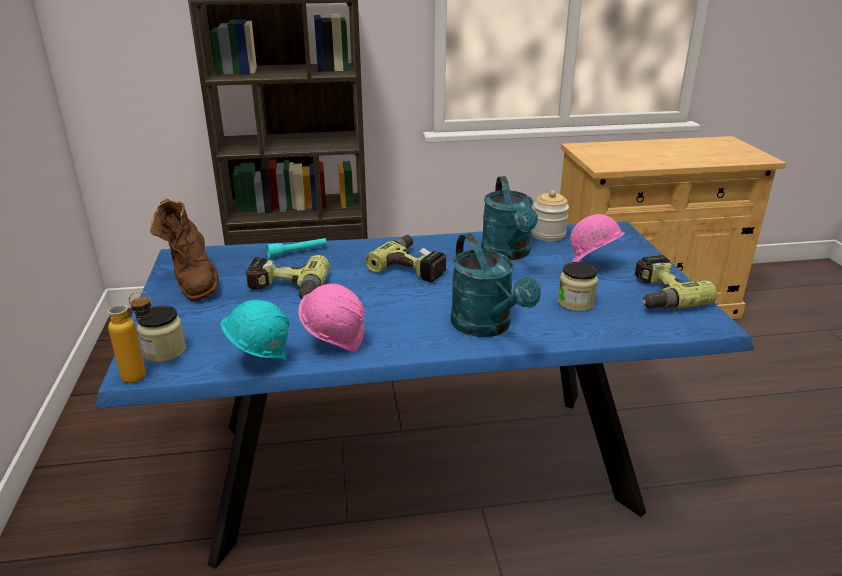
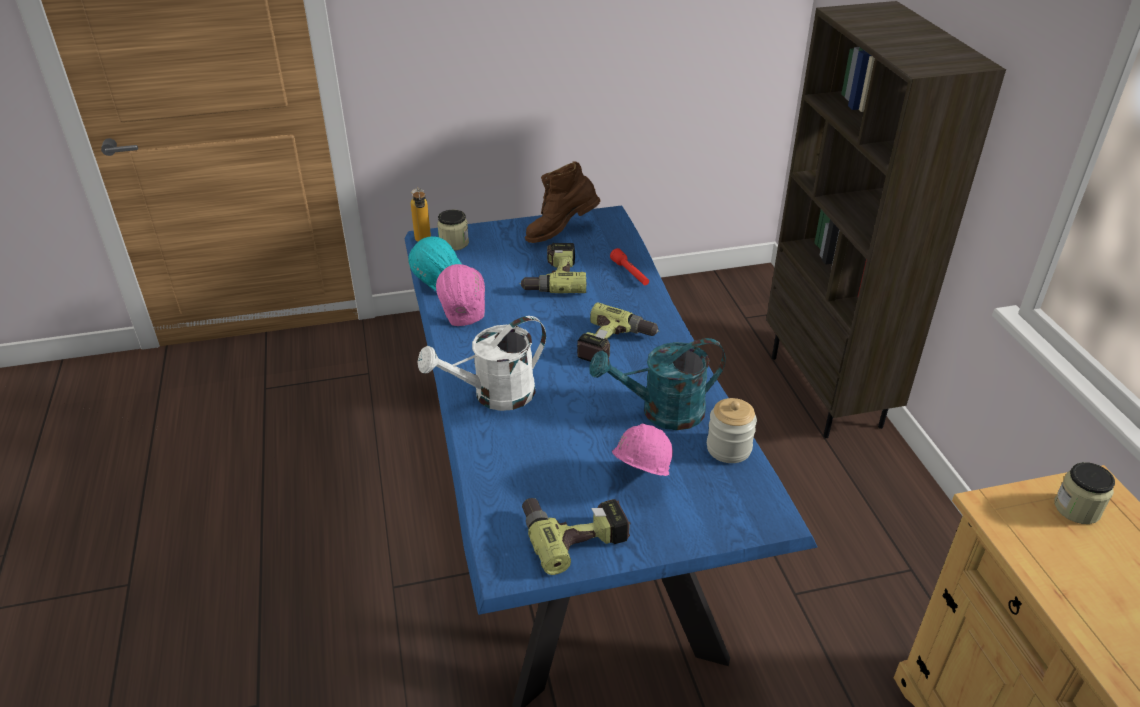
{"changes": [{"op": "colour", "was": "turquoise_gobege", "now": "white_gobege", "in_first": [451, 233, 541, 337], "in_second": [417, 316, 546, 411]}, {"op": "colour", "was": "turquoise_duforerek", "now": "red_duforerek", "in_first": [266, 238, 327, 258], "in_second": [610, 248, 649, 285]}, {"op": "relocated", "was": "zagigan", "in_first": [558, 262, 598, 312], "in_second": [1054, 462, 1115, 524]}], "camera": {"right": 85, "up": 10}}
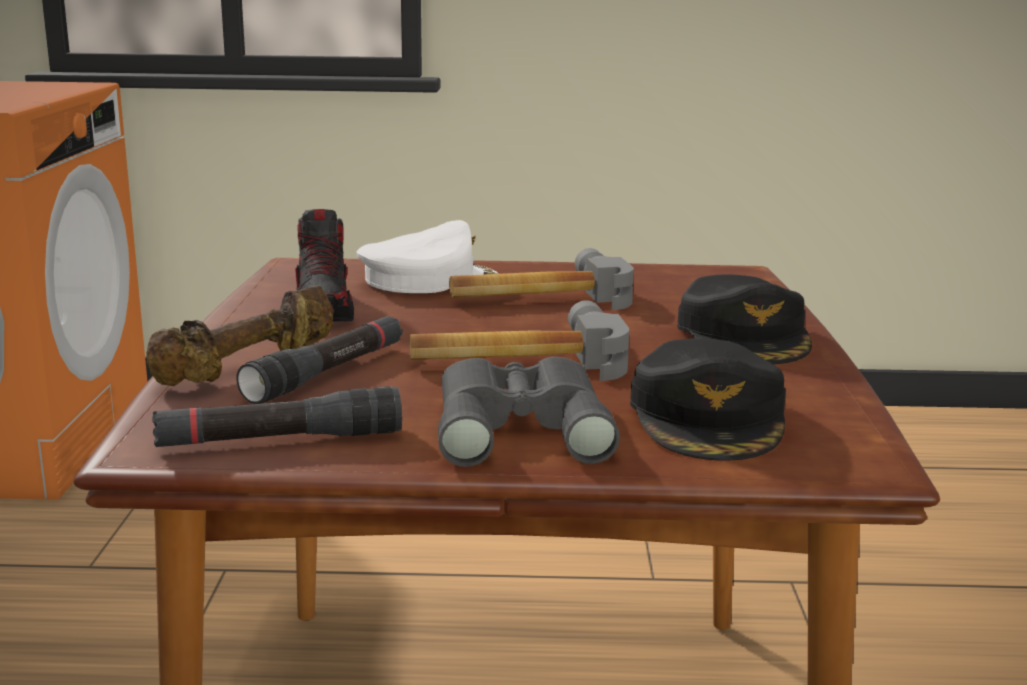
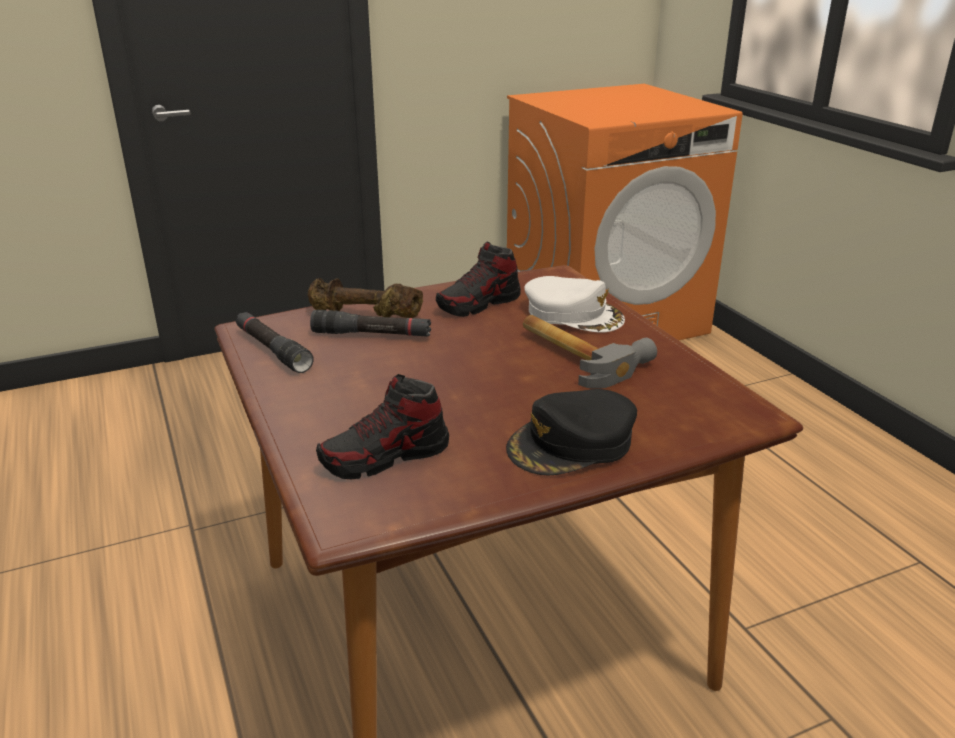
{"changes": [{"op": "exchanged", "was": "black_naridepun", "now": "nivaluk", "in_first": [630, 338, 786, 461], "in_second": [316, 374, 449, 480]}, {"op": "missing", "was": "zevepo", "in_first": [410, 300, 629, 381]}, {"op": "missing", "was": "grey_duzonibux", "in_first": [438, 357, 620, 467]}], "camera": {"right": 65, "up": 10}}
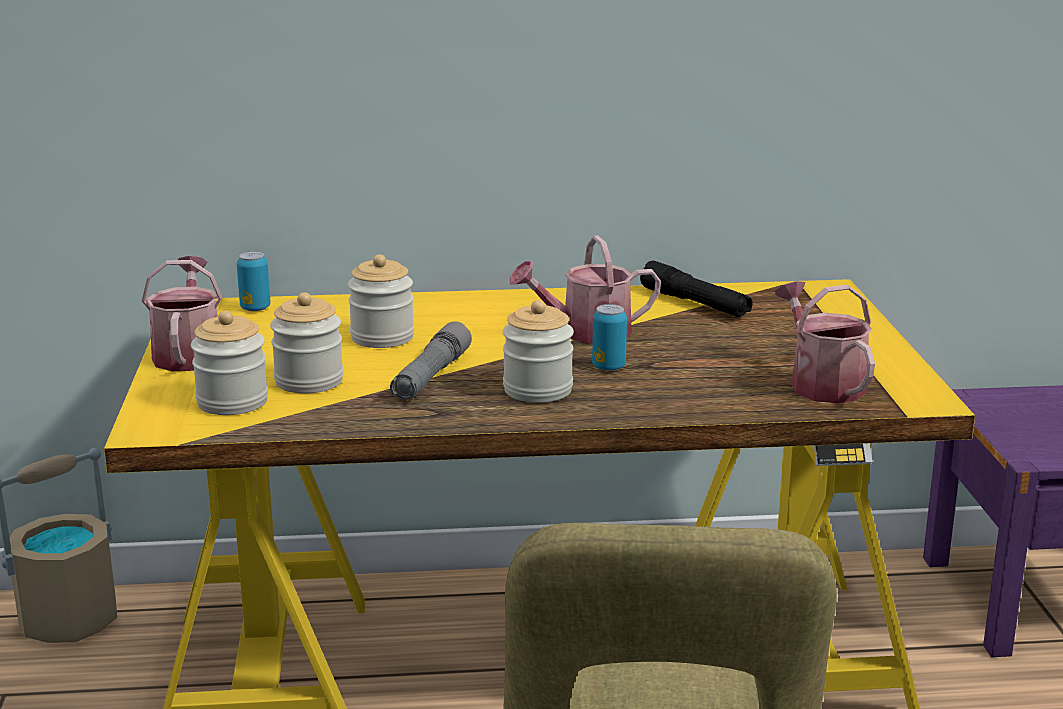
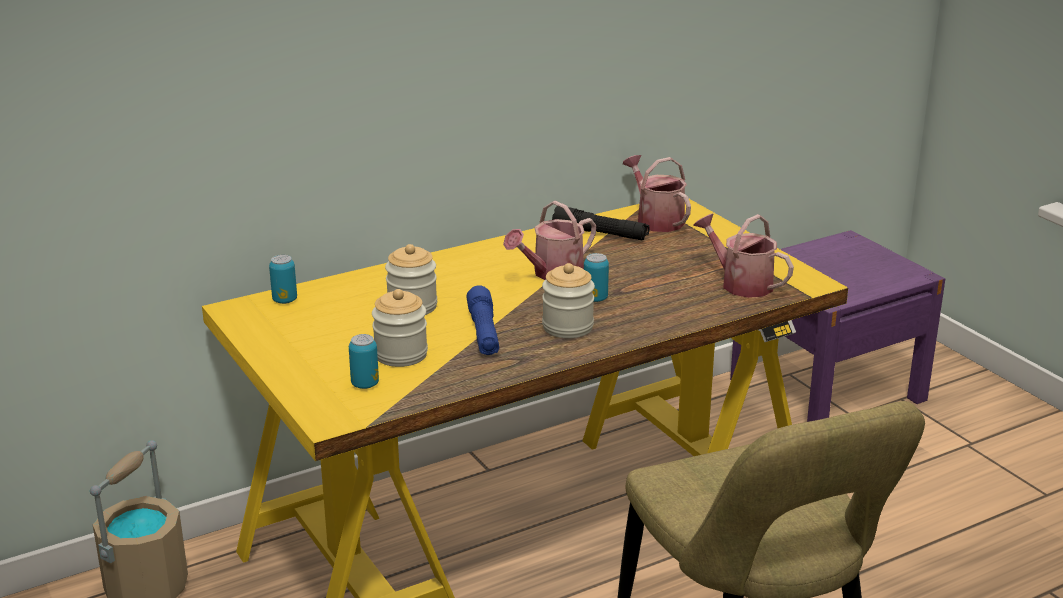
{"changes": [{"op": "exchanged", "was": "zagigan", "now": "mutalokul", "in_first": [191, 311, 268, 415], "in_second": [349, 334, 379, 389]}, {"op": "colour", "was": "grey_duforerek", "now": "blue_duforerek", "in_first": [390, 321, 472, 400], "in_second": [466, 285, 499, 355]}, {"op": "relocated", "was": "gobege", "in_first": [142, 256, 222, 371], "in_second": [623, 155, 691, 232]}], "camera": {"right": -25, "up": 5}}
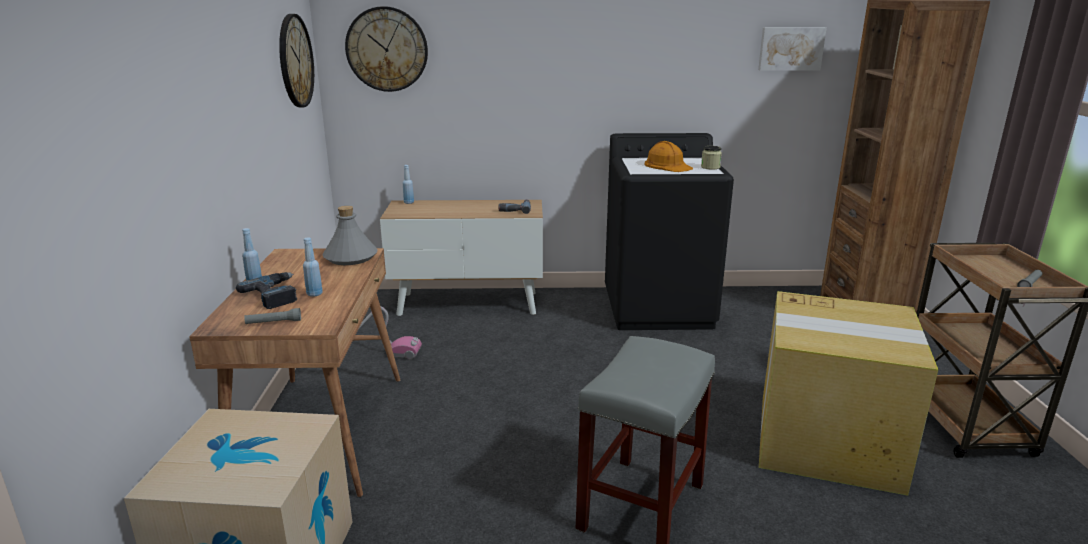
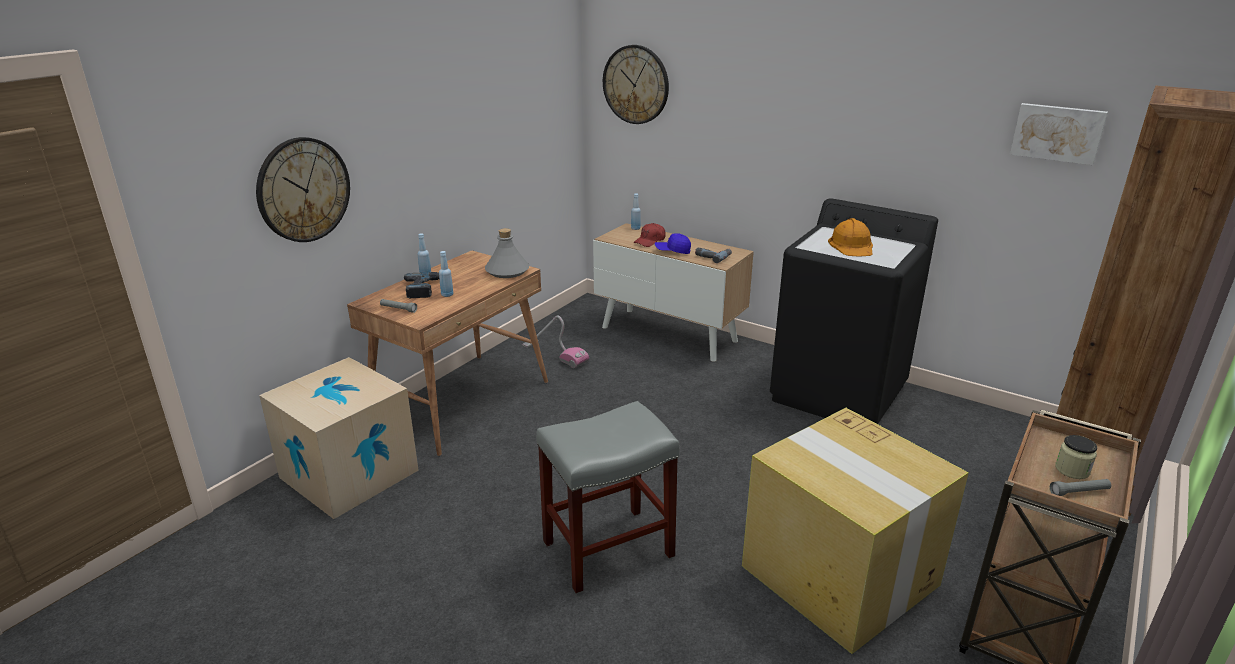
{"changes": [{"op": "relocated", "was": "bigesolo", "in_first": [279, 14, 314, 107], "in_second": [256, 137, 350, 242]}, {"op": "appeared", "now": "red_naridepun", "in_second": [633, 223, 666, 247]}, {"op": "appeared", "now": "blue_naridepun", "in_second": [655, 233, 691, 254]}, {"op": "relocated", "was": "zagigan", "in_first": [701, 146, 722, 169], "in_second": [1055, 435, 1097, 479]}], "camera": {"right": 35, "up": 5}}
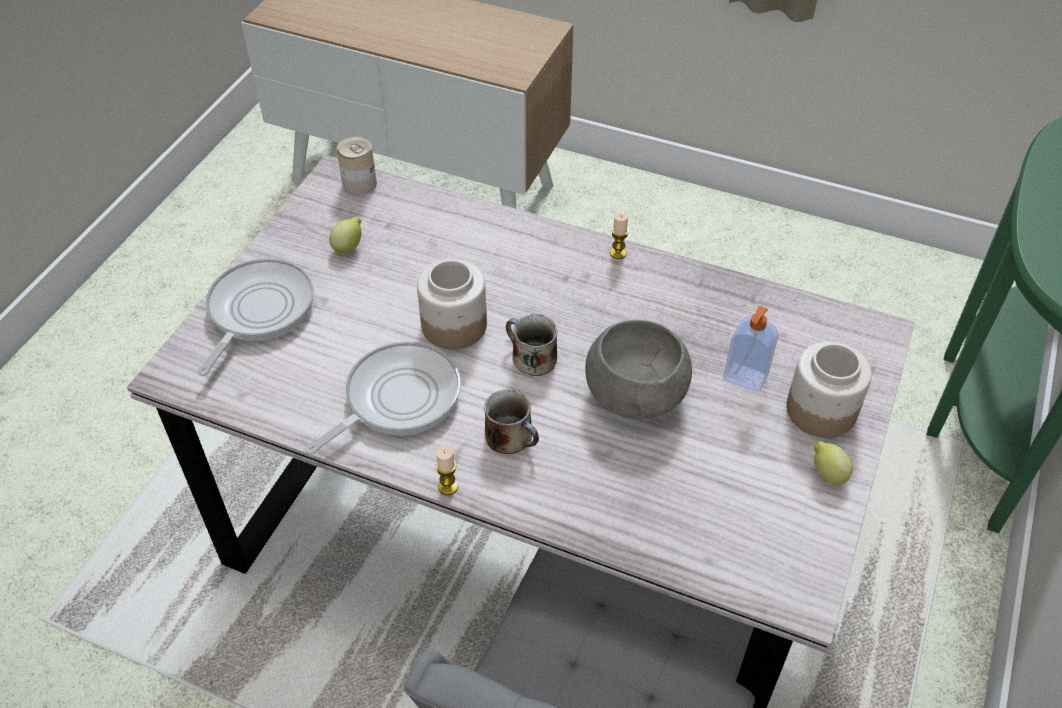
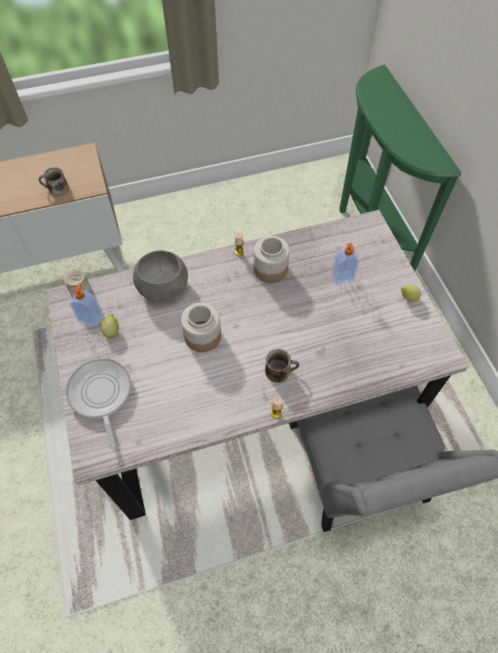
{"changes": [{"op": "relocated", "was": "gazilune", "in_first": [506, 314, 557, 376], "in_second": [39, 167, 69, 196]}, {"op": "appeared", "now": "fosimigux", "in_second": [70, 282, 103, 326]}, {"op": "relocated", "was": "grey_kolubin", "in_first": [586, 320, 692, 419], "in_second": [133, 250, 188, 302]}, {"op": "relocated", "was": "zagigan", "in_first": [786, 341, 872, 438], "in_second": [254, 236, 290, 283]}, {"op": "missing", "was": "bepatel", "in_first": [305, 341, 461, 455]}], "camera": {"right": -40, "up": 10}}
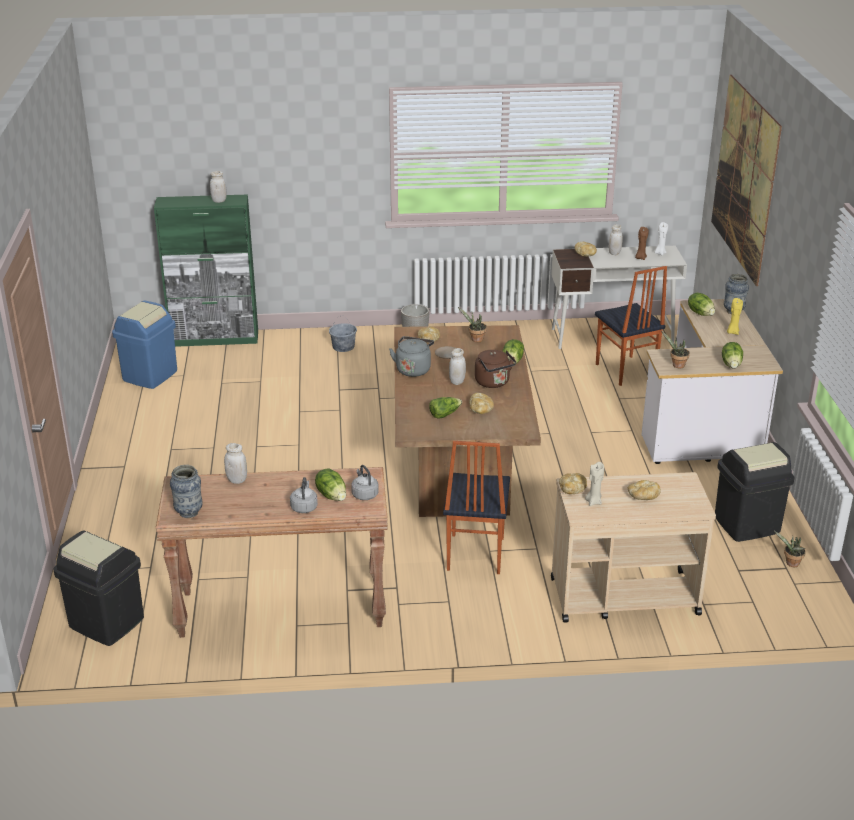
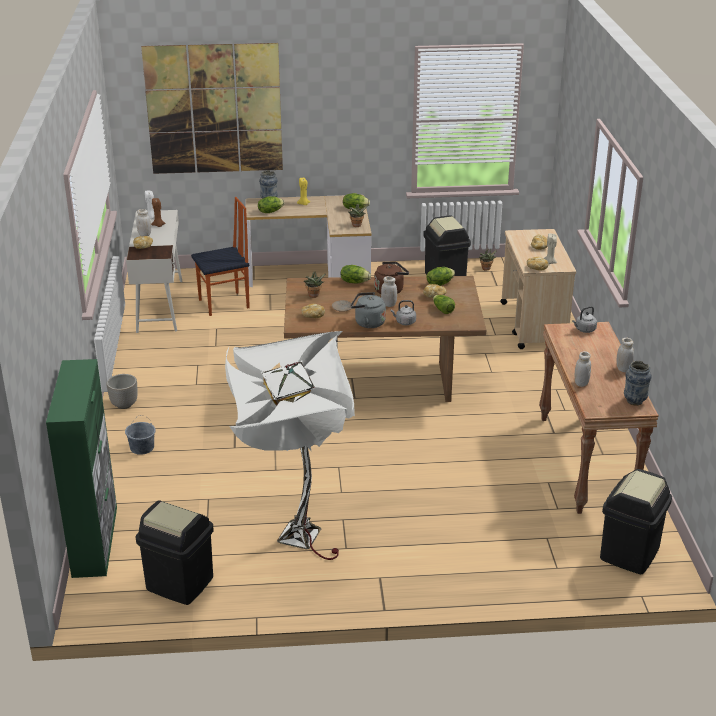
{"changes": [{"op": "colour", "was": "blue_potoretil", "now": "black_potoretil", "in_first": [112, 300, 177, 389], "in_second": [136, 500, 214, 605]}, {"op": "appeared", "now": "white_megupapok", "in_second": [225, 331, 355, 560]}, {"op": "relocated", "was": "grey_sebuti", "in_first": [290, 477, 318, 513], "in_second": [391, 300, 416, 325]}, {"op": "relocated", "was": "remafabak", "in_first": [315, 469, 346, 501], "in_second": [427, 267, 455, 286]}, {"op": "relocated", "was": "white_zagigan", "in_first": [210, 171, 227, 203], "in_second": [617, 338, 634, 372]}, {"op": "missing", "was": "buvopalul", "in_first": [443, 441, 510, 574]}], "camera": {"right": -90, "up": 0}}
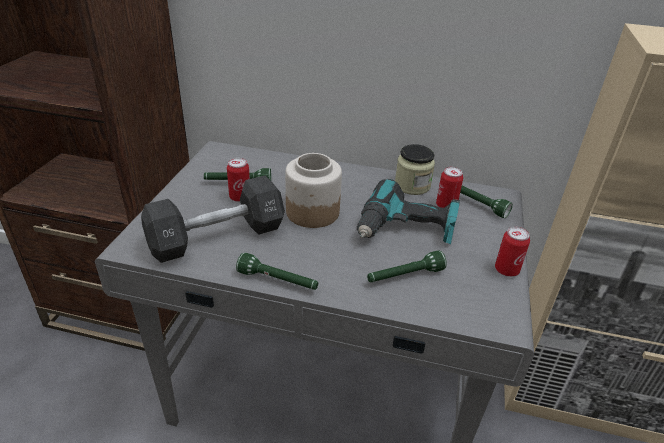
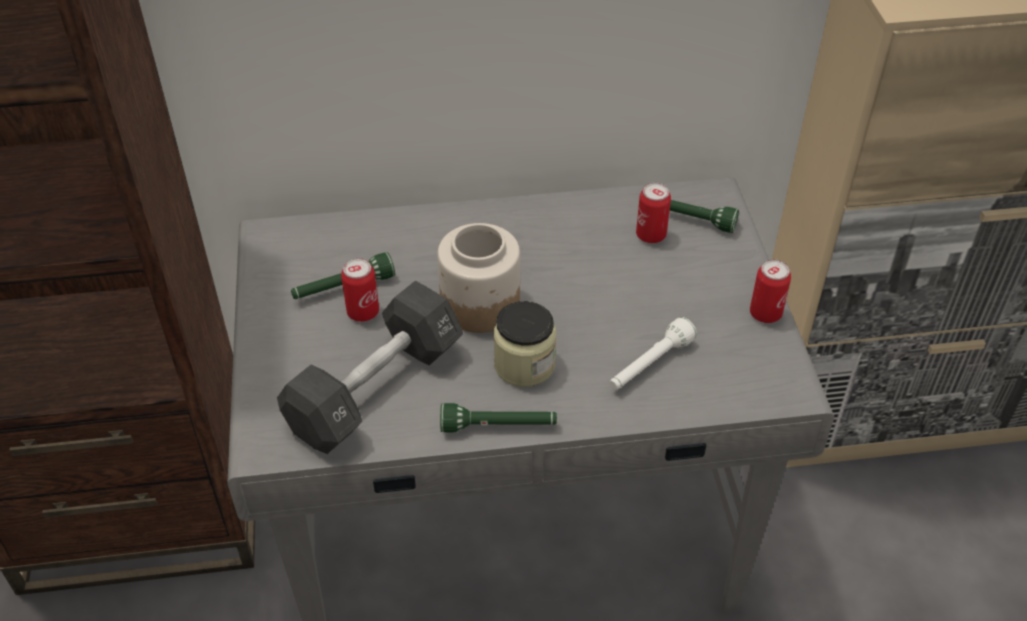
{"changes": [{"op": "relocated", "was": "zagigan", "in_first": [395, 144, 435, 195], "in_second": [494, 301, 556, 387]}, {"op": "colour", "was": "green_duforerek", "now": "white_duforerek", "in_first": [367, 251, 447, 282], "in_second": [610, 317, 697, 390]}, {"op": "missing", "was": "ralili", "in_first": [357, 179, 460, 244]}], "camera": {"right": -20, "up": 10}}
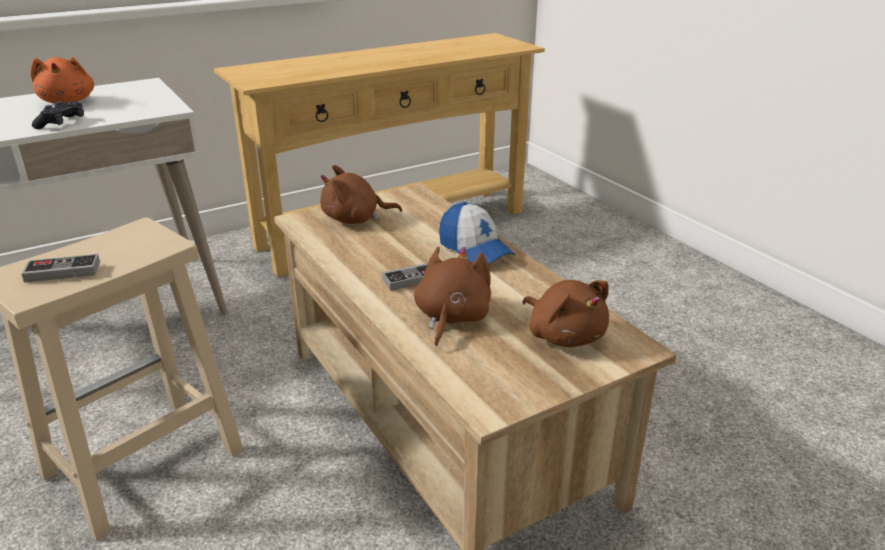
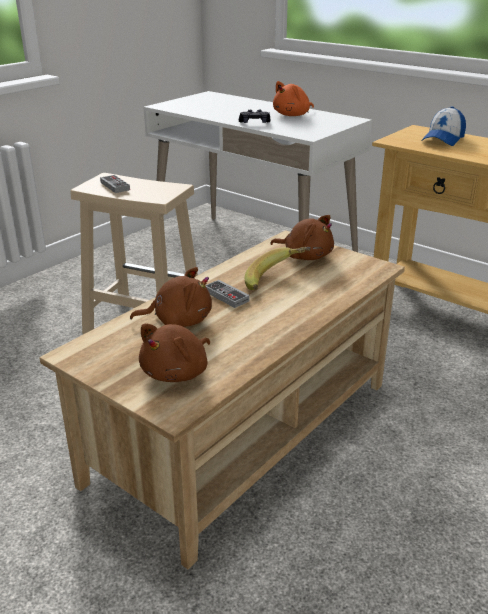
{"changes": [{"op": "appeared", "now": "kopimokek", "in_second": [245, 247, 311, 290]}, {"op": "spun", "was": "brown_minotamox", "in_first": [320, 165, 402, 224], "in_second": [270, 215, 334, 260], "clockwise": 150}, {"op": "relocated", "was": "naridepun", "in_first": [439, 202, 515, 264], "in_second": [421, 106, 466, 146]}], "camera": {"right": 70, "up": 0}}
